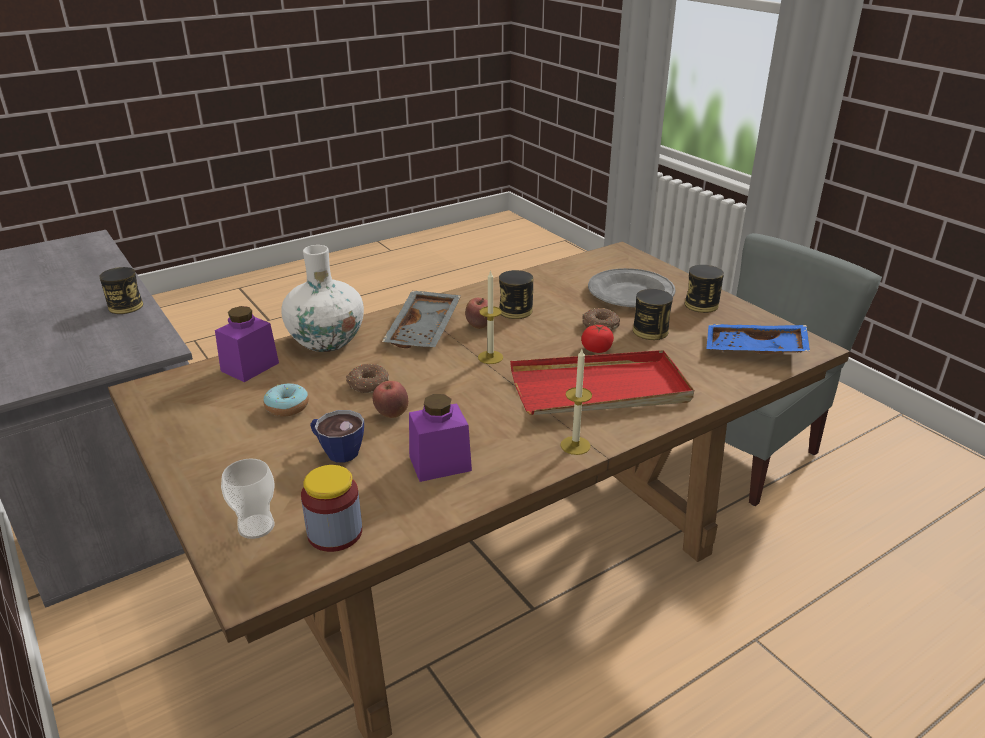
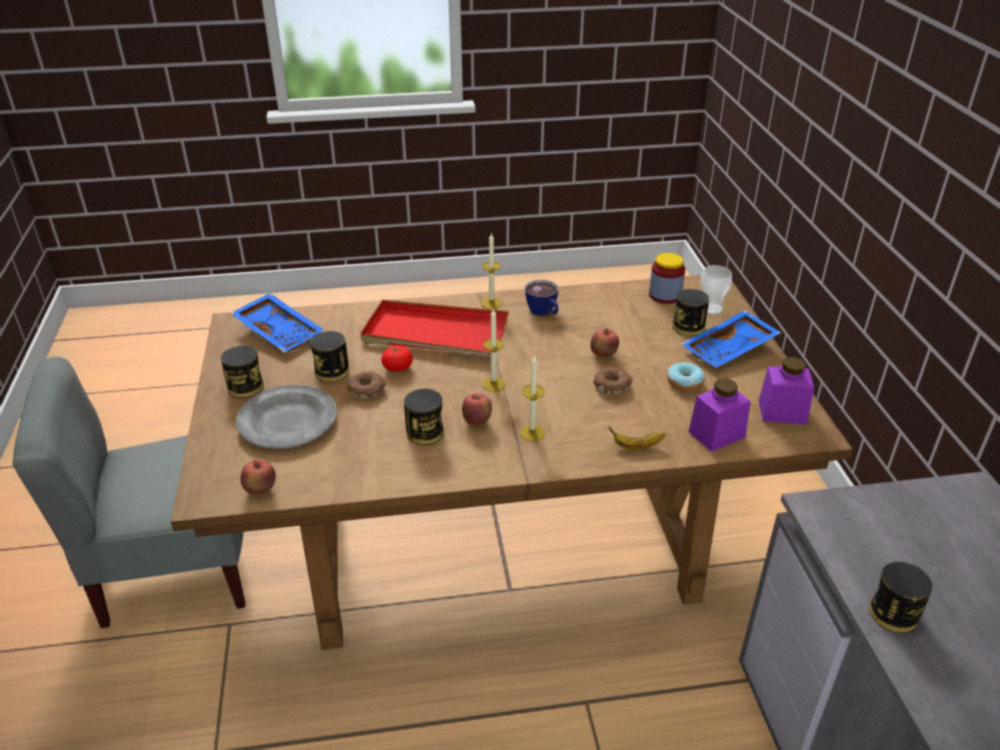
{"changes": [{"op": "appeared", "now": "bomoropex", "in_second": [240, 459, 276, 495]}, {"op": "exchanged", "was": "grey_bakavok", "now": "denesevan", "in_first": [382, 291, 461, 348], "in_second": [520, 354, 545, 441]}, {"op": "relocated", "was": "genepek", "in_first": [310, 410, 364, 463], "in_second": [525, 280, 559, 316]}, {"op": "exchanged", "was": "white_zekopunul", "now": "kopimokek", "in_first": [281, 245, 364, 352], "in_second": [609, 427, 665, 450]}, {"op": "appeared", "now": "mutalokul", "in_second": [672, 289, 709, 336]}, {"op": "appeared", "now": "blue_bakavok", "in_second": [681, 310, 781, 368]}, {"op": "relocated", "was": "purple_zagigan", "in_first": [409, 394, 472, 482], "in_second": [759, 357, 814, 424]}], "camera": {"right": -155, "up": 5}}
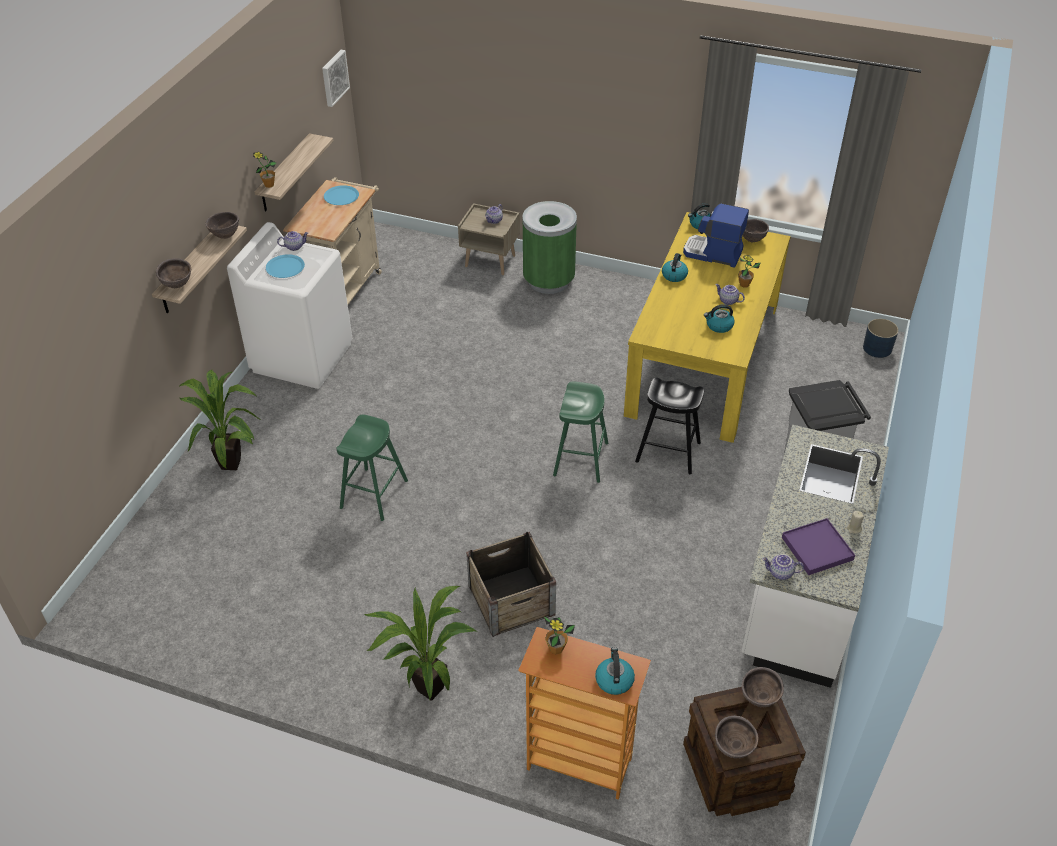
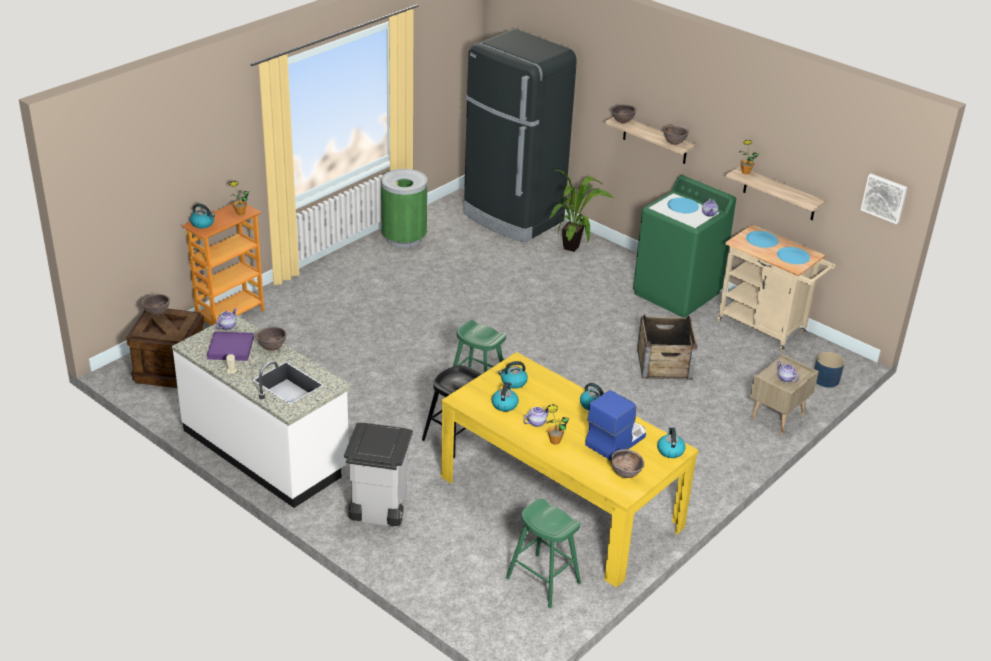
{"changes": [{"op": "relocated", "was": "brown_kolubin", "in_first": [742, 667, 784, 708], "in_second": [256, 327, 287, 351]}, {"op": "relocated", "was": "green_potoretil", "in_first": [522, 201, 577, 294], "in_second": [381, 169, 427, 248]}, {"op": "appeared", "now": "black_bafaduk", "in_second": [463, 29, 577, 243]}, {"op": "appeared", "now": "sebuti", "in_second": [498, 361, 528, 389]}, {"op": "relocated", "was": "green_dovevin", "in_first": [337, 415, 408, 521], "in_second": [506, 498, 581, 608]}, {"op": "colour", "was": "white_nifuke", "now": "green_nifuke", "in_first": [227, 222, 352, 389], "in_second": [633, 175, 736, 318]}, {"op": "relocated", "was": "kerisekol", "in_first": [466, 532, 556, 637], "in_second": [637, 315, 698, 380]}, {"op": "appeared", "now": "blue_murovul", "in_second": [746, 231, 778, 248]}, {"op": "relocated", "was": "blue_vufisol", "in_first": [863, 319, 898, 358], "in_second": [814, 352, 845, 388]}, {"op": "missing", "was": "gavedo", "in_first": [365, 586, 477, 701]}], "camera": {"right": 110, "up": -10}}
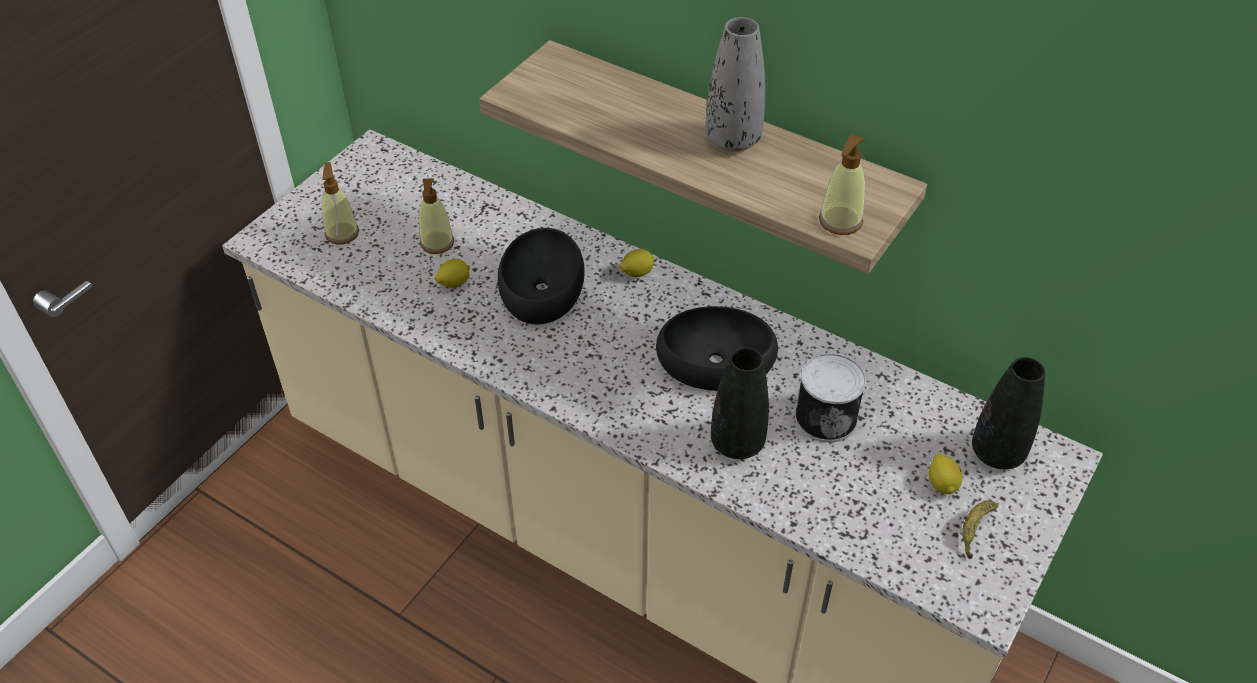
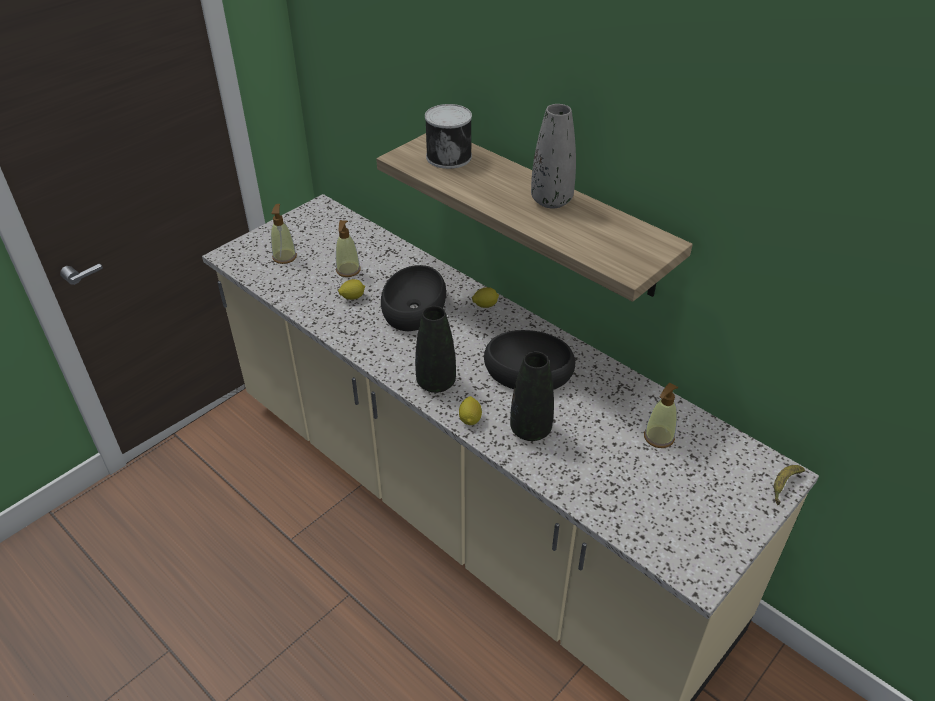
{"changes": [{"op": "relocated", "was": "black_zekopunul", "in_first": [972, 357, 1045, 469], "in_second": [415, 306, 456, 393]}, {"op": "relocated", "was": "mutalokul", "in_first": [795, 353, 866, 443], "in_second": [425, 104, 472, 169]}, {"op": "relocated", "was": "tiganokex", "in_first": [929, 453, 962, 494], "in_second": [459, 396, 482, 425]}, {"op": "relocated", "was": "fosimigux", "in_first": [819, 134, 865, 235], "in_second": [644, 382, 678, 448]}, {"op": "relocated", "was": "kopimokek", "in_first": [962, 501, 998, 560], "in_second": [774, 465, 805, 505]}], "camera": {"right": 10, "up": -5}}
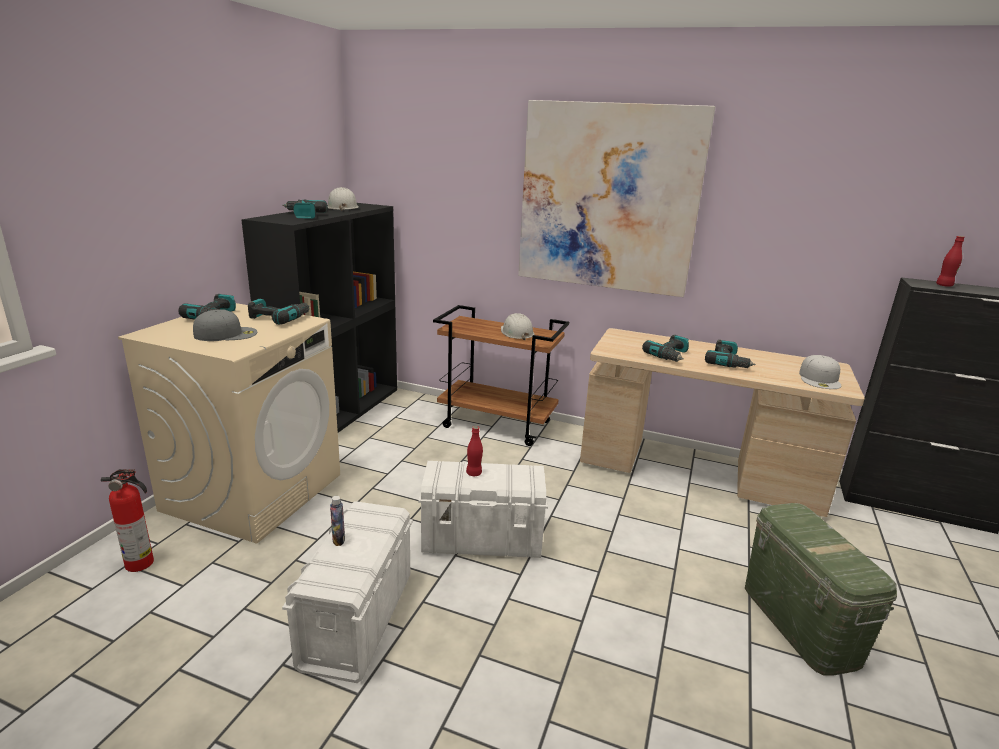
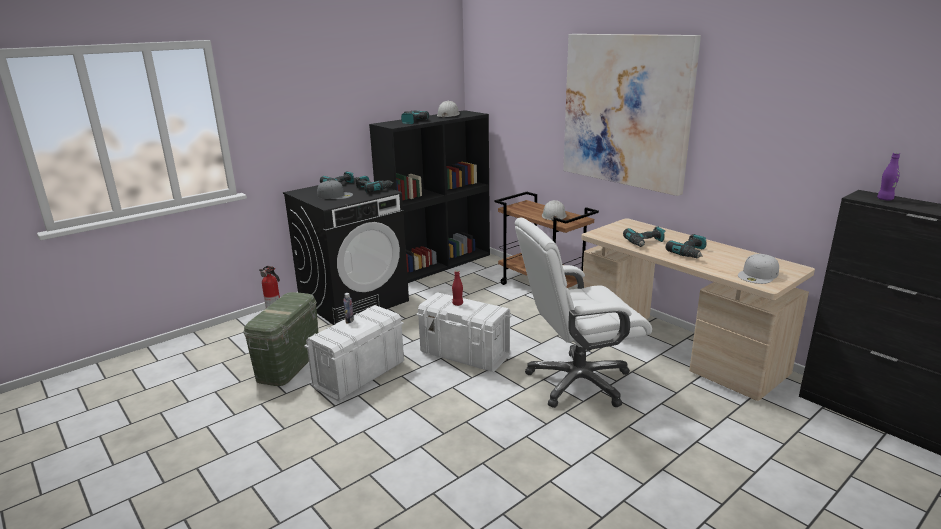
{"changes": [{"op": "relocated", "was": "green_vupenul", "in_first": [745, 503, 897, 676], "in_second": [244, 292, 318, 386]}, {"op": "colour", "was": "beige_nifuke", "now": "black_nifuke", "in_first": [118, 303, 340, 543], "in_second": [283, 177, 409, 325]}, {"op": "appeared", "now": "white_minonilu", "in_second": [515, 217, 652, 408]}, {"op": "colour", "was": "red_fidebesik", "now": "purple_fidebesik", "in_first": [936, 236, 965, 286], "in_second": [877, 153, 900, 200]}], "camera": {"right": 30, "up": 0}}
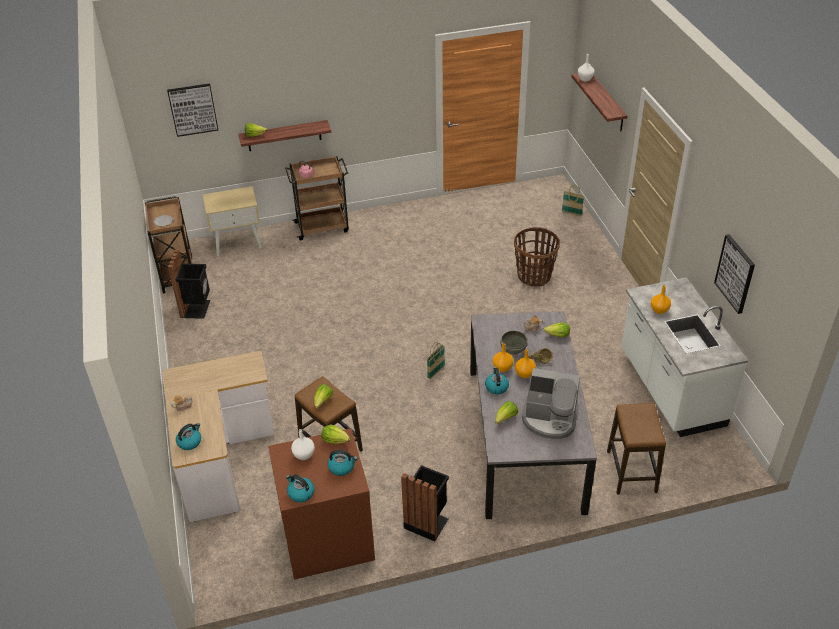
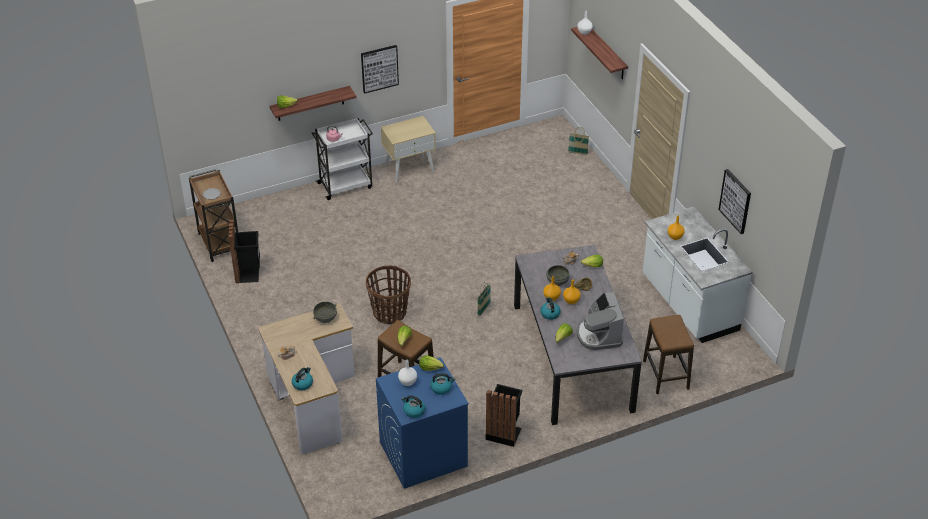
{"changes": [{"op": "colour", "was": "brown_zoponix", "now": "white_zoponix", "in_first": [285, 156, 349, 240], "in_second": [312, 118, 373, 200]}, {"op": "appeared", "now": "grey_kolubin", "in_second": [313, 302, 337, 323]}, {"op": "relocated", "was": "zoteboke", "in_first": [167, 84, 218, 137], "in_second": [361, 45, 399, 94]}, {"op": "relocated", "was": "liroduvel", "in_first": [514, 227, 560, 287], "in_second": [366, 265, 411, 324]}, {"op": "colour", "was": "brown_nifuke", "now": "blue_nifuke", "in_first": [268, 428, 375, 580], "in_second": [376, 357, 469, 489]}, {"op": "relocated", "was": "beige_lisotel", "in_first": [203, 186, 262, 256], "in_second": [381, 116, 436, 183]}, {"op": "spun", "was": "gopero", "in_first": [522, 368, 580, 439], "in_second": [577, 292, 624, 350], "clockwise": 75}], "camera": {"right": -10, "up": 0}}
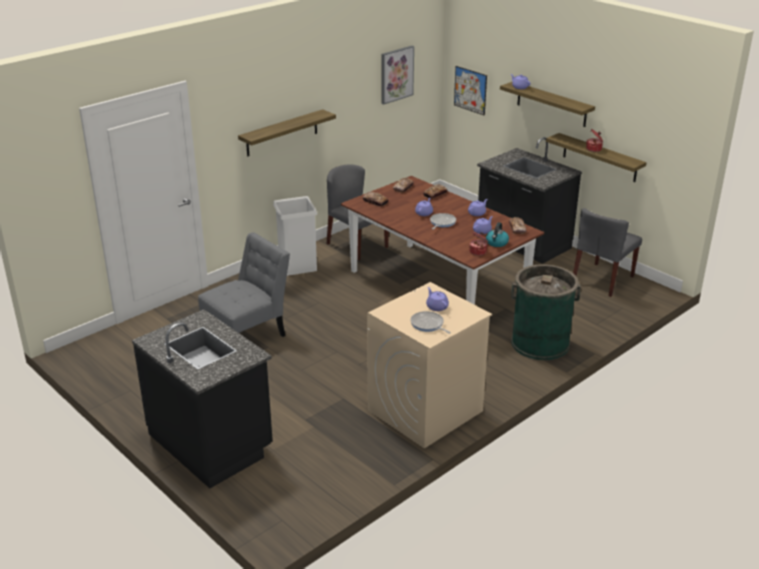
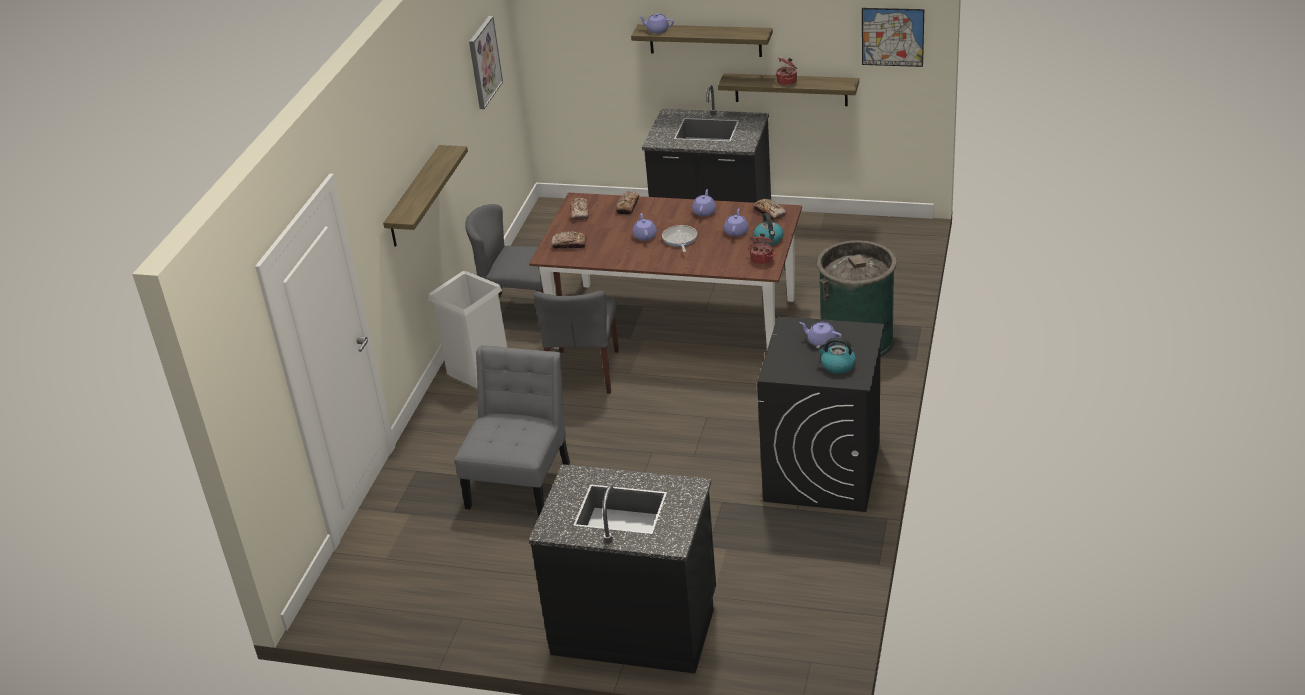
{"changes": [{"op": "relocated", "was": "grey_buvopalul", "in_first": [573, 208, 642, 297], "in_second": [534, 290, 619, 394]}, {"op": "colour", "was": "beige_nifuke", "now": "black_nifuke", "in_first": [367, 282, 492, 449], "in_second": [757, 316, 884, 512]}, {"op": "exchanged", "was": "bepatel", "now": "sebuti", "in_first": [410, 311, 451, 334], "in_second": [816, 338, 856, 374]}, {"op": "relocated", "was": "zoteboke", "in_first": [454, 66, 487, 115], "in_second": [862, 8, 924, 67]}], "camera": {"right": -30, "up": 5}}
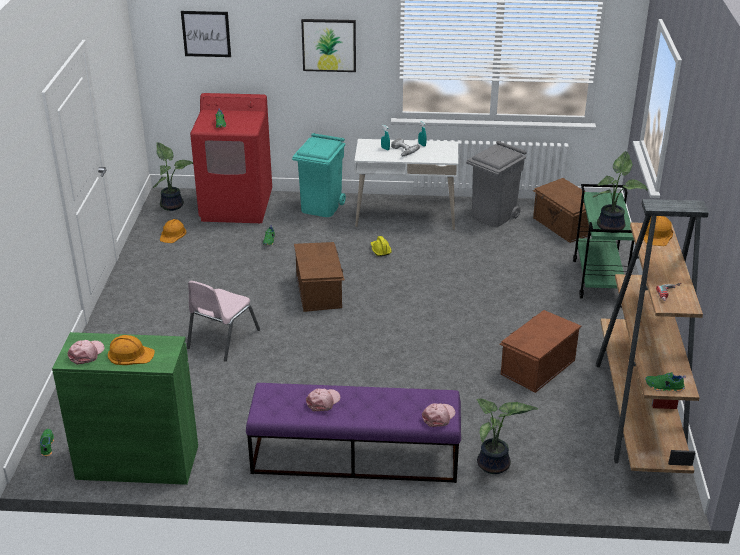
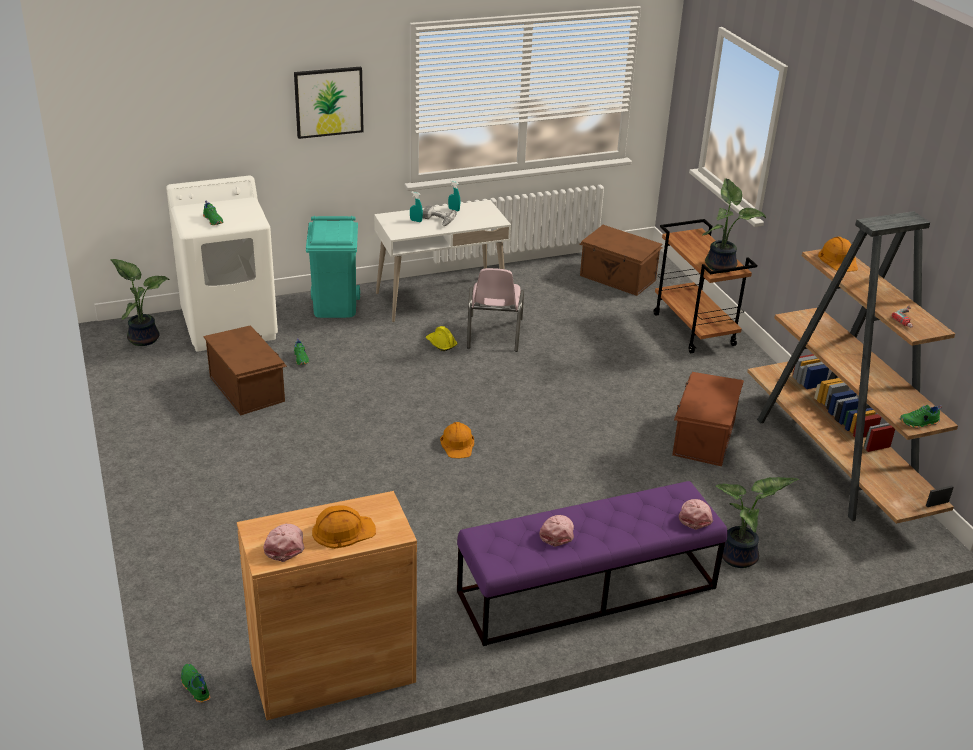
{"changes": [{"op": "colour", "was": "red_nifuke", "now": "white_nifuke", "in_first": [190, 93, 272, 223], "in_second": [166, 176, 278, 351]}, {"op": "relocated", "was": "brown_vupenul", "in_first": [294, 242, 345, 312], "in_second": [203, 325, 287, 415]}, {"op": "colour", "was": "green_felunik", "now": "brown_felunik", "in_first": [52, 332, 198, 485], "in_second": [237, 491, 417, 720]}, {"op": "relocated", "was": "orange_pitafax", "in_first": [160, 219, 186, 243], "in_second": [440, 422, 474, 458]}, {"op": "relocated", "was": "pink_buvopalul", "in_first": [187, 281, 260, 361], "in_second": [467, 268, 524, 352]}, {"op": "colour", "was": "green_zoponix", "now": "brown_zoponix", "in_first": [573, 184, 634, 298], "in_second": [654, 219, 757, 353]}, {"op": "missing", "was": "zoteboke", "in_first": [181, 11, 231, 57]}, {"op": "missing", "was": "grey_potoretil", "in_first": [466, 141, 527, 227]}], "camera": {"right": -25, "up": 0}}
